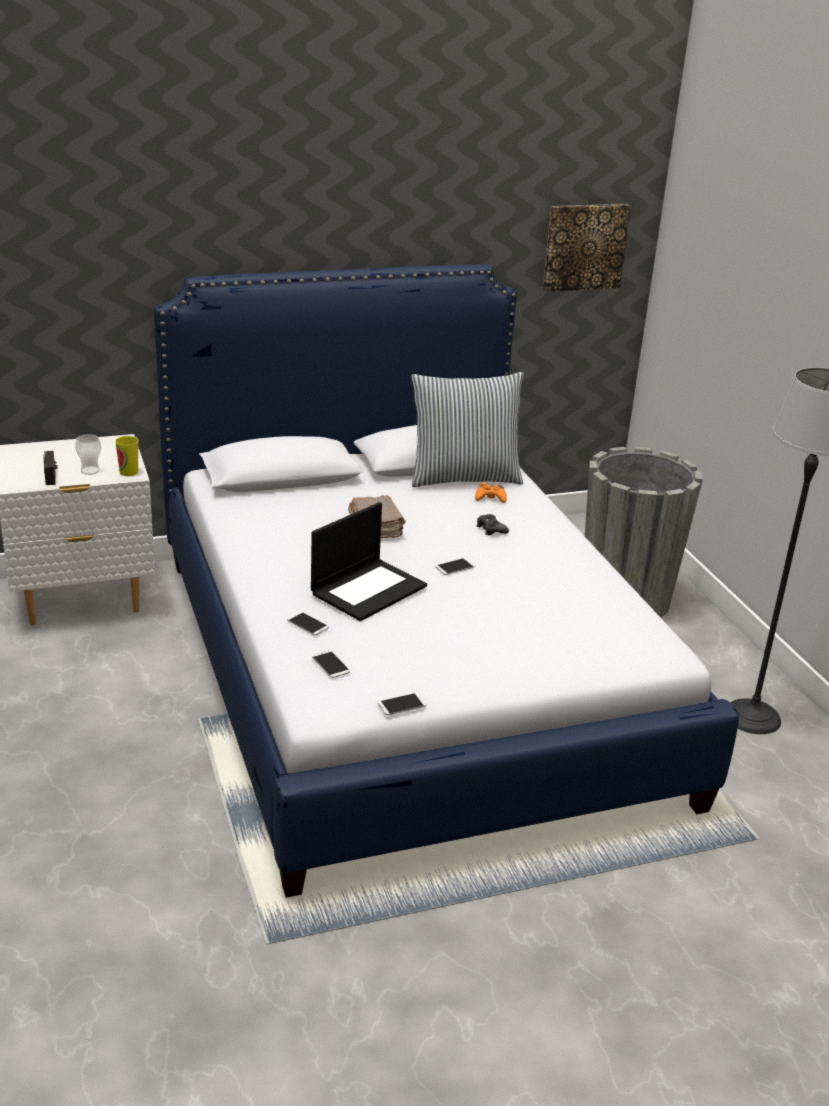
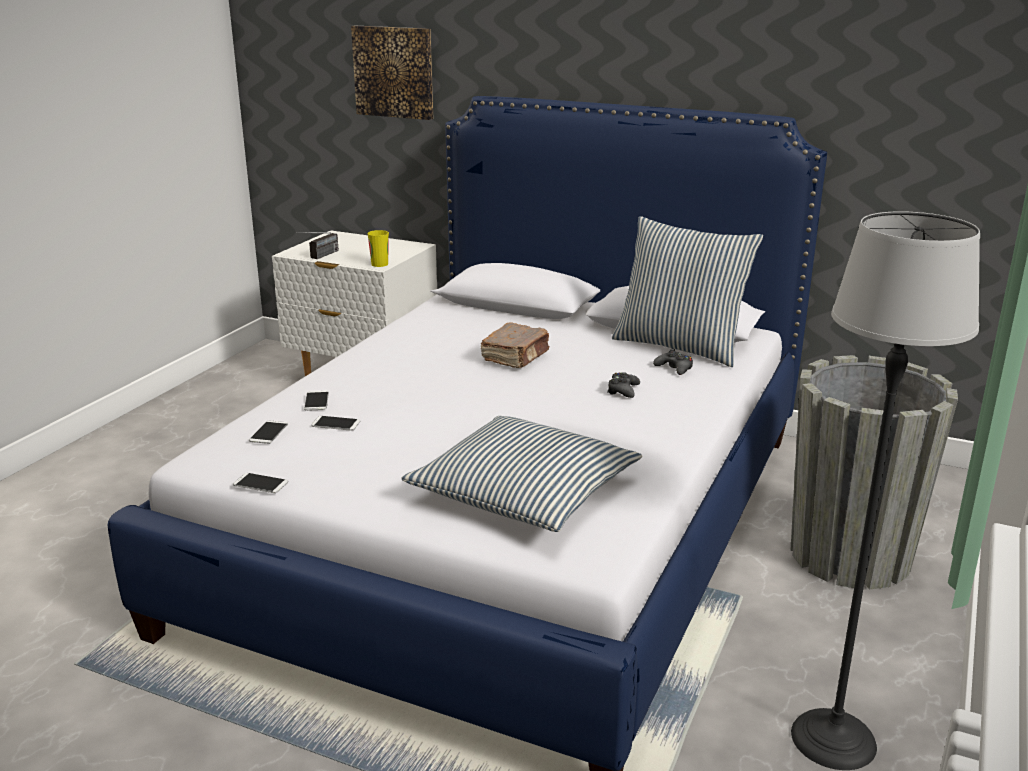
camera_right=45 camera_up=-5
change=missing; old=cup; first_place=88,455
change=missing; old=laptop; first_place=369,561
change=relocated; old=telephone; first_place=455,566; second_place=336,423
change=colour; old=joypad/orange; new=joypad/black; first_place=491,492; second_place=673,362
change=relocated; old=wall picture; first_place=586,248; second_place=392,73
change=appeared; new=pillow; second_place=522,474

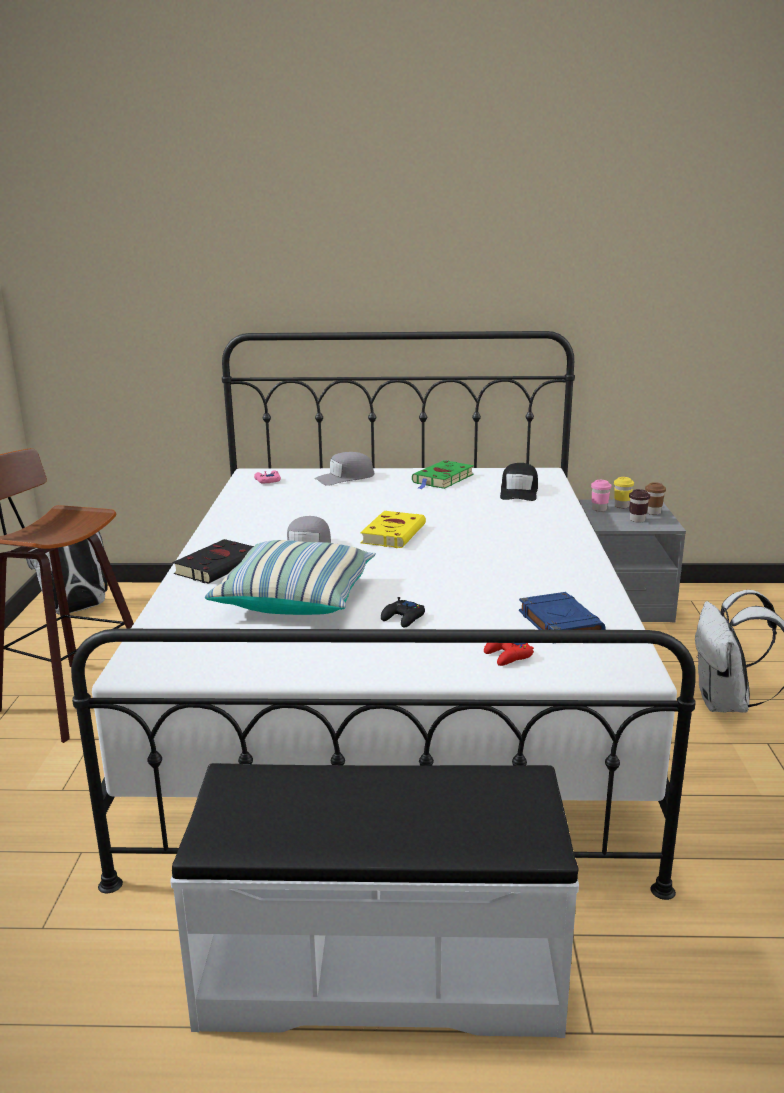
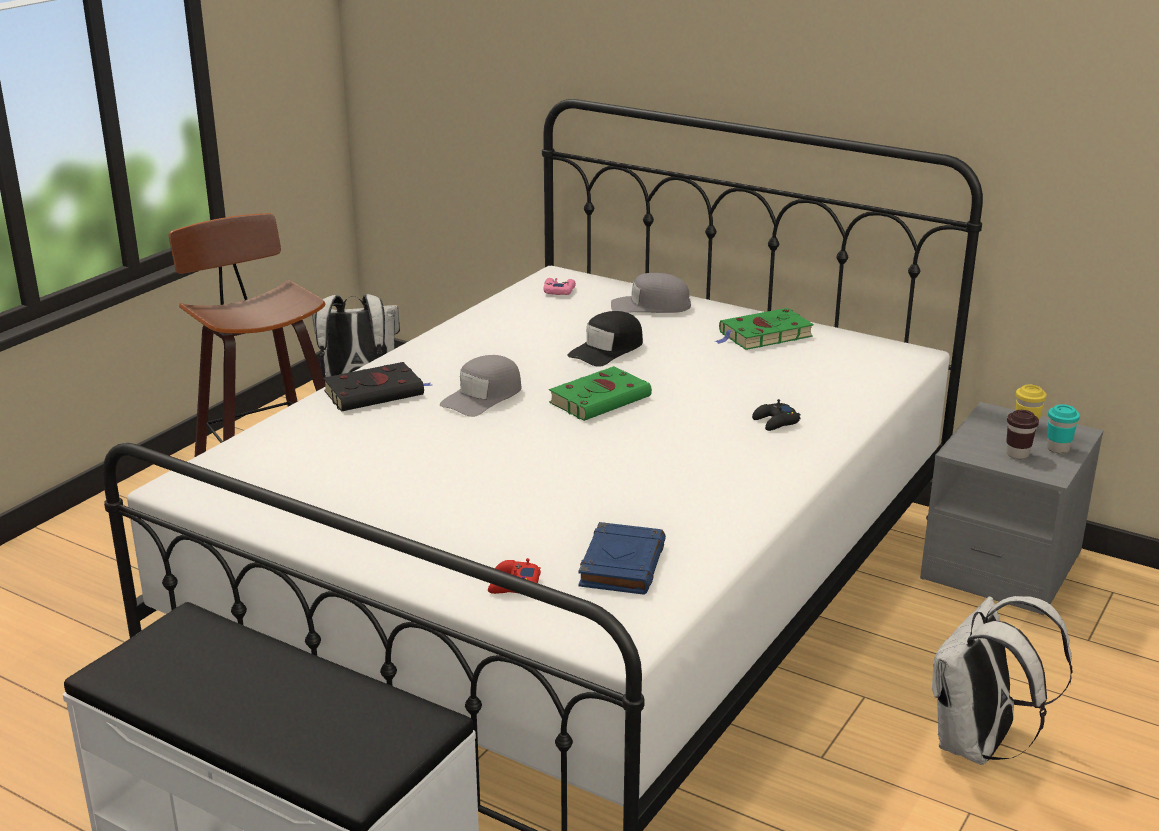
camera_right=30 camera_up=5
change=missing; old=pillow; first_place=290,577
change=colour; old=volume/yellow-coloured; new=volume/green; first_place=393,529; second_place=600,393
change=relocated; old=joypad/black; first_place=403,612; second_place=776,415
change=relocated; old=cap/black; first_place=519,482; second_place=605,339
change=missing; old=cup/pink-coloured; first_place=601,496
change=colour; old=cup/brown; new=cup/blue-green; first_place=655,498; second_place=1063,429

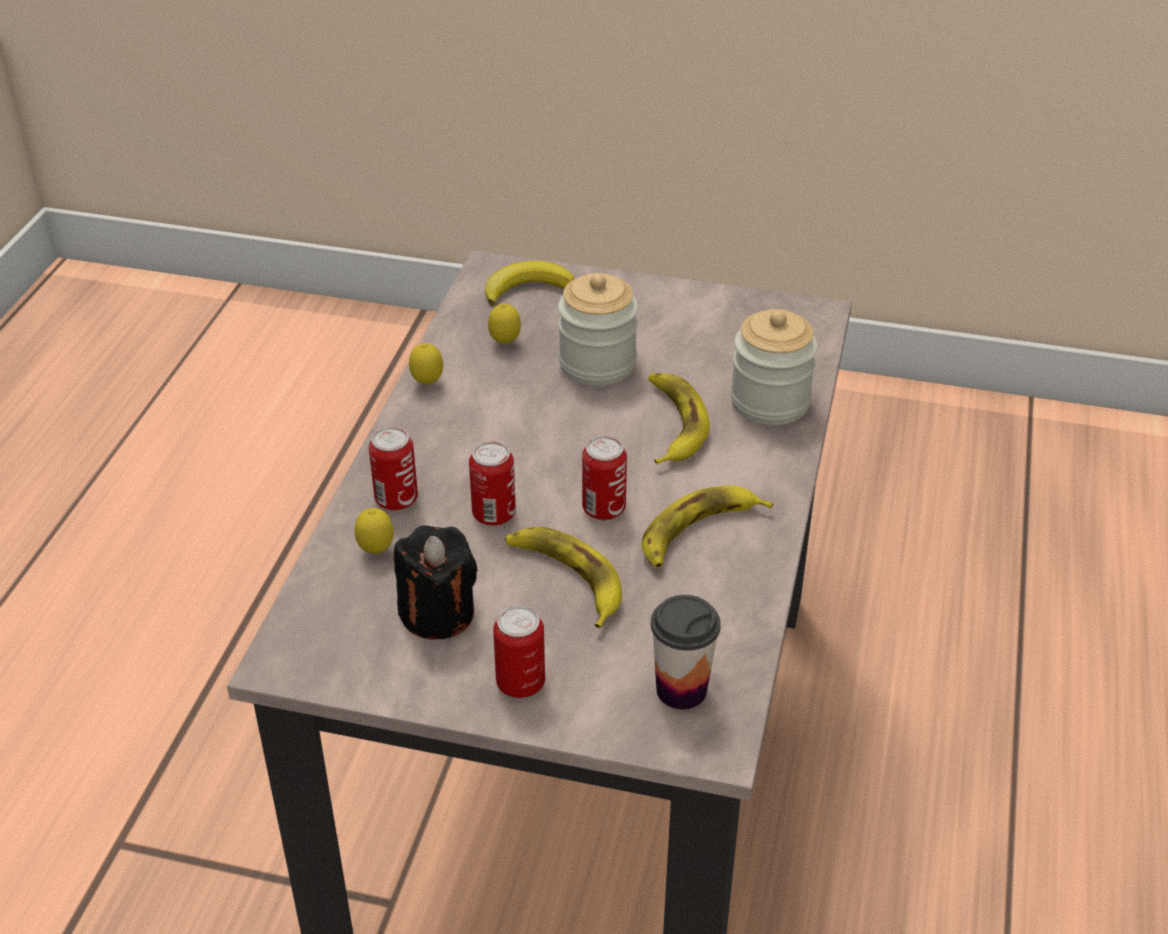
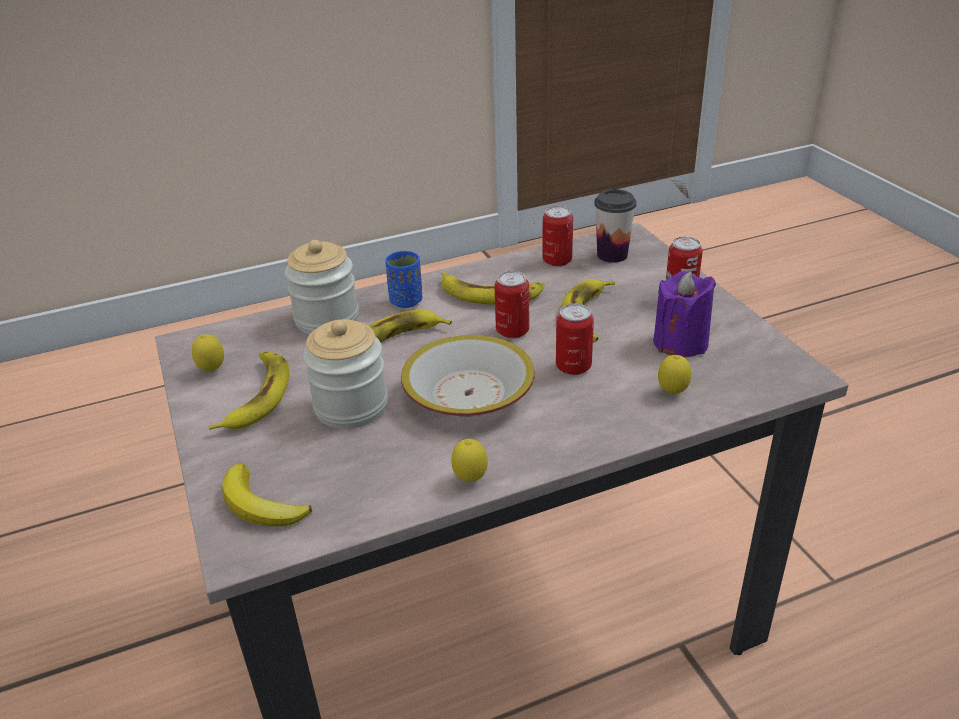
camera_right=-125 camera_up=-5
change=relocated; old=sealed can; first_place=393,469; second_place=557,236
change=colour; old=candle/black; new=candle/purple; first_place=436,582; second_place=684,314
change=relocated; old=whole lemon; first_place=504,324; second_place=208,353
change=appeared; new=banana fruit; second_place=249,390
change=appeared; new=cup/blue; second_place=403,279
change=appeared; new=serving bowl; second_place=468,376

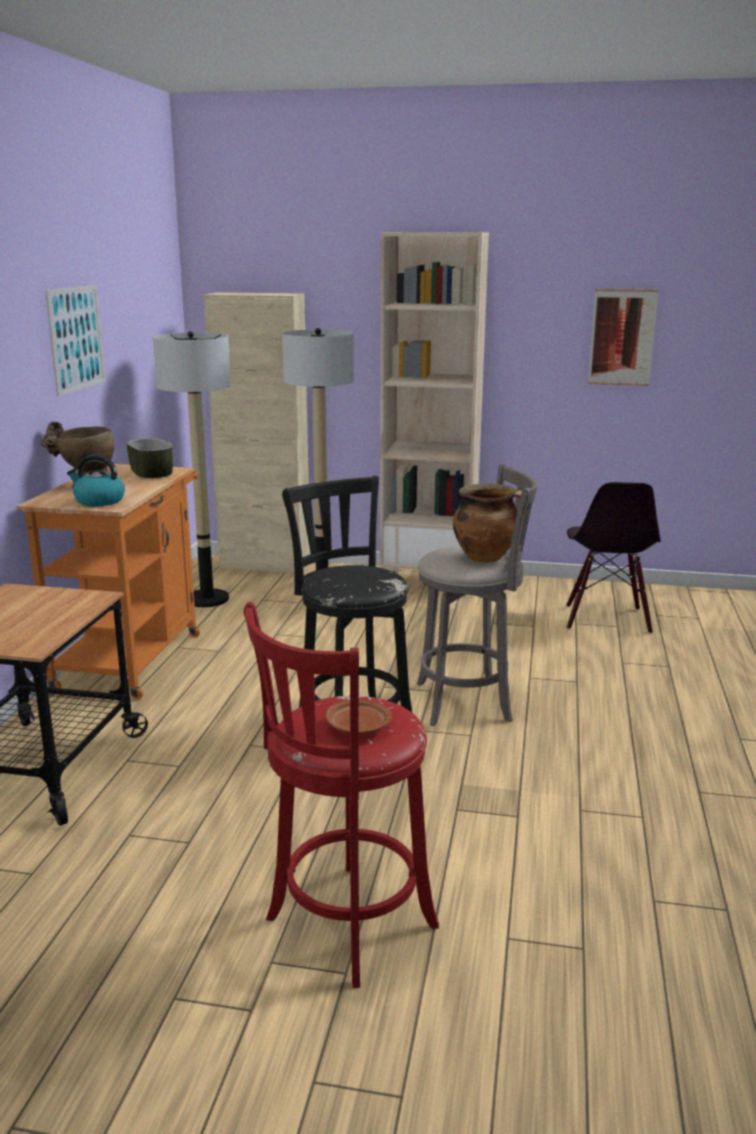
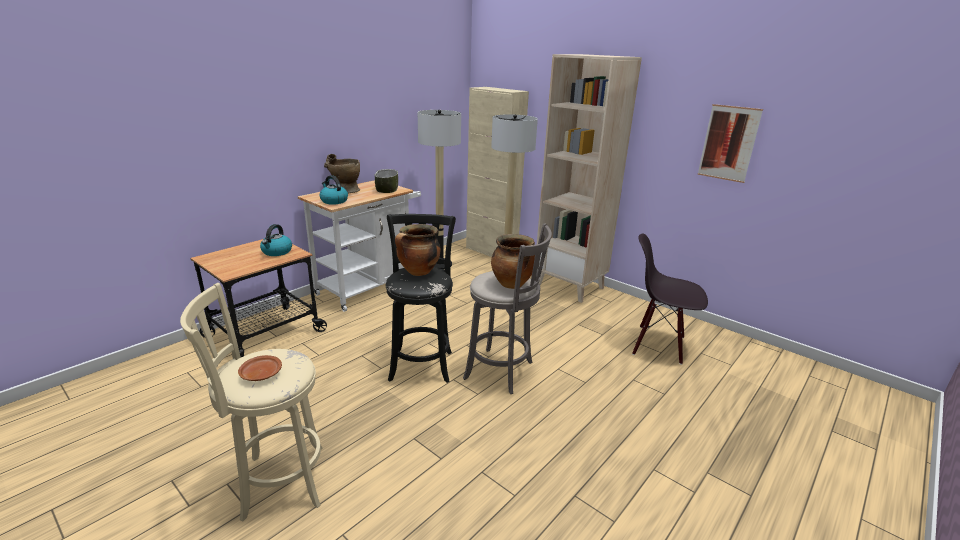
camera_right=30 camera_up=5
change=colour; old=cart/orange; new=cart/white; first_place=108,582; second_place=359,246
change=missing; old=wall picture; first_place=75,341
change=colour; old=stool seat/red-coloured; new=stool seat/beige; first_place=341,795; second_place=251,402
change=spun; old=chair/black; first_place=613,558; second_place=670,299; degrees=75
change=appeared; new=water kettle; second_place=276,240
change=appeared; new=cooking pot; second_place=417,250

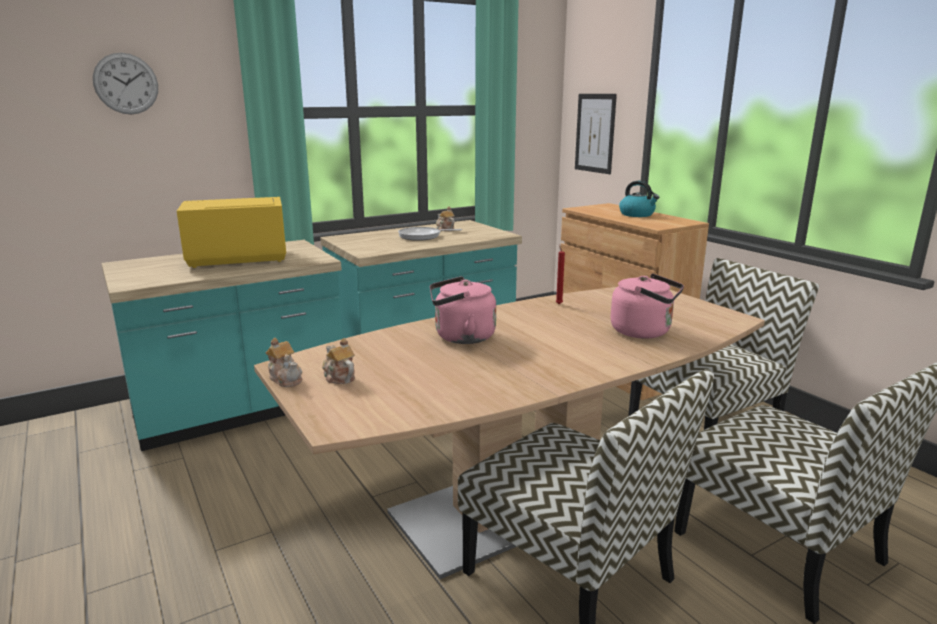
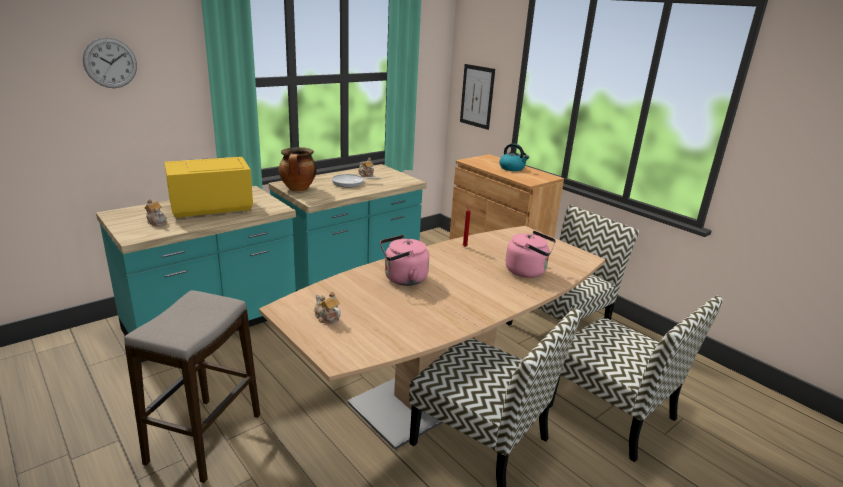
camera_right=-10 camera_up=5
change=relocated; old=pot for tea; first_place=284,362; second_place=155,213
change=appeared; new=stool seat; second_place=192,386
change=appeared; new=cooking pot; second_place=298,169

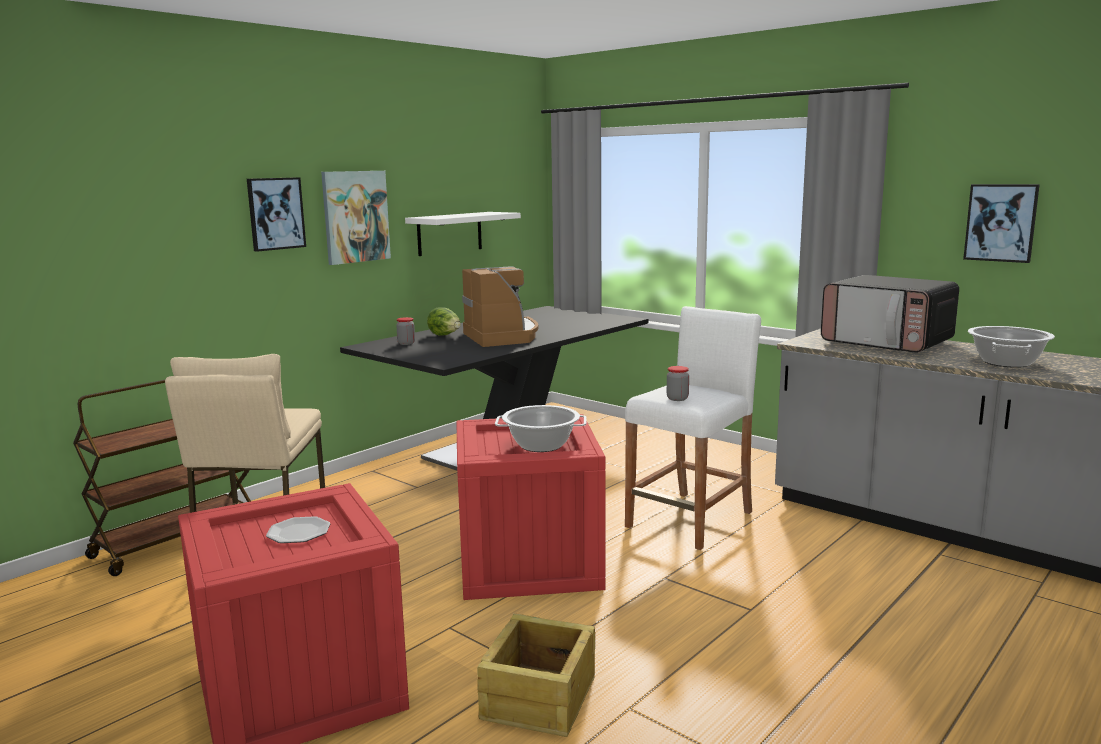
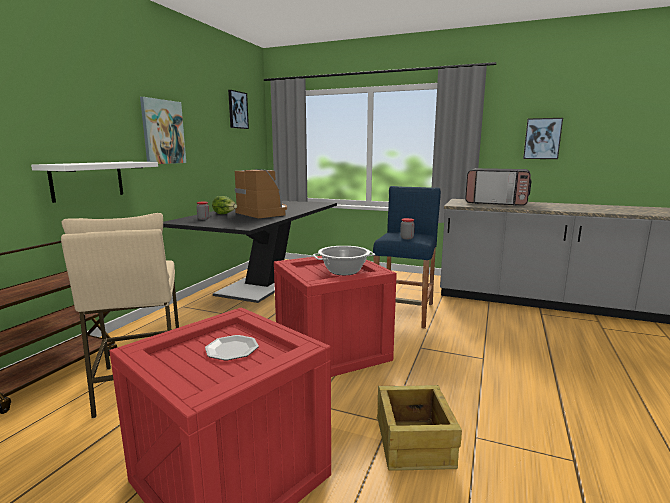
camera_right=-20 camera_up=0
change=relocated; old=wall picture; first_place=276,214; second_place=238,109
change=relocated; old=wall shelf/white; first_place=463,234; second_place=94,182
change=colour; old=stool seat/white; new=stool seat/blue; first_place=693,428; second_place=407,257
change=missing; old=cooking pot; first_place=1011,347

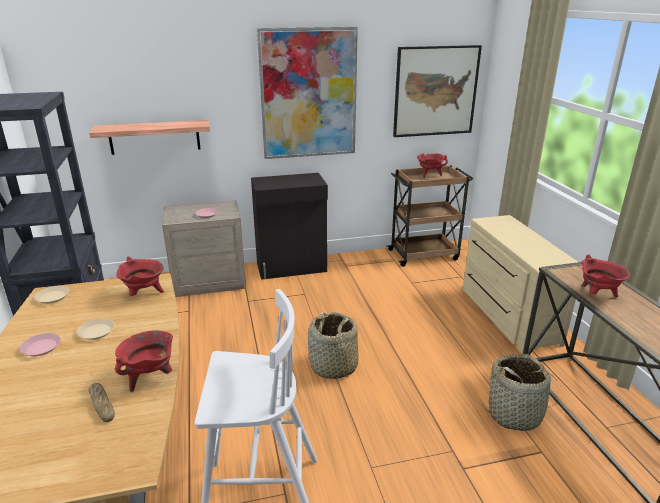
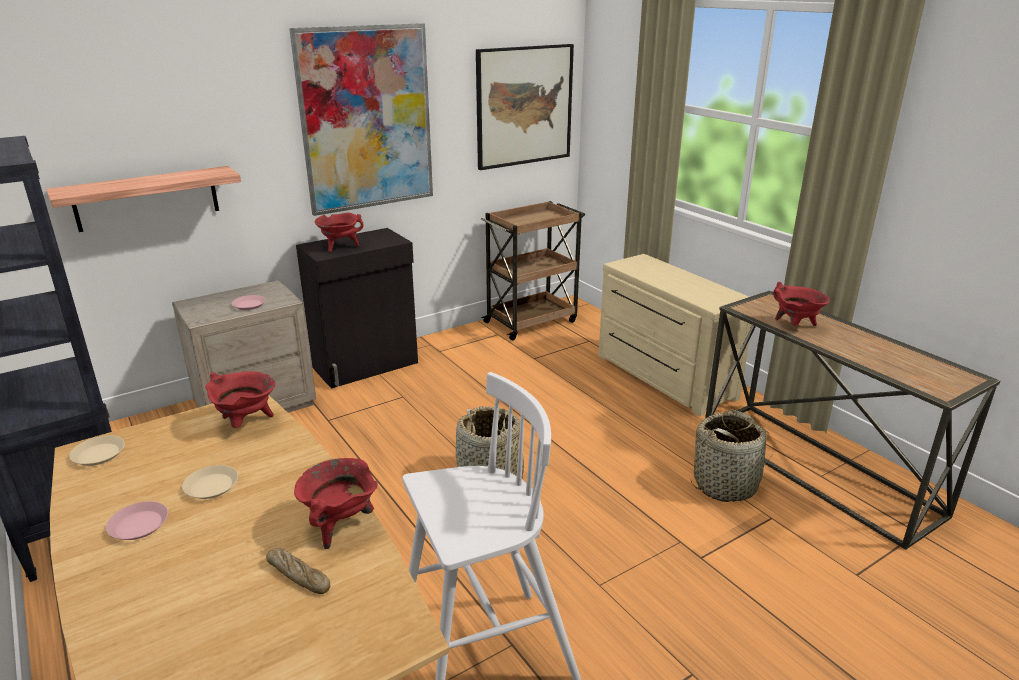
camera_right=-20 camera_up=0
change=relocated; old=cooking pot/red-coloured; first_place=432,165; second_place=339,232

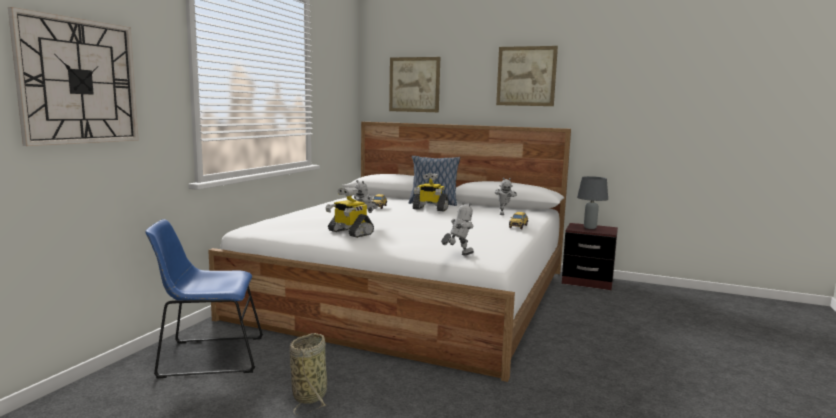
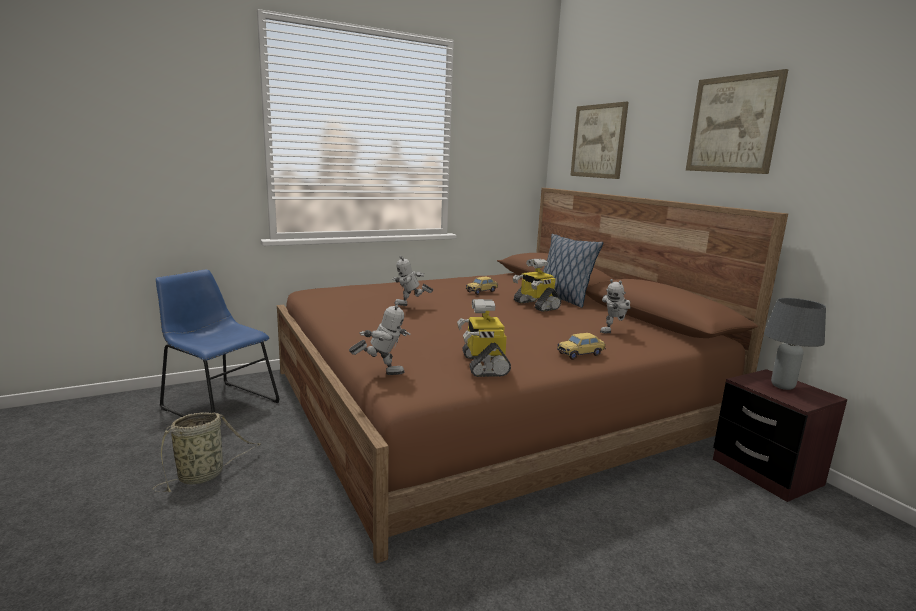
camera_right=40 camera_up=5
change=missing; old=clock on the wall; first_place=73,76
change=colour; old=sleeping bed/white; new=sleeping bed/brown; first_place=389,252; second_place=532,375
change=relocated; old=robot figure; first_place=349,212; second_place=484,338

